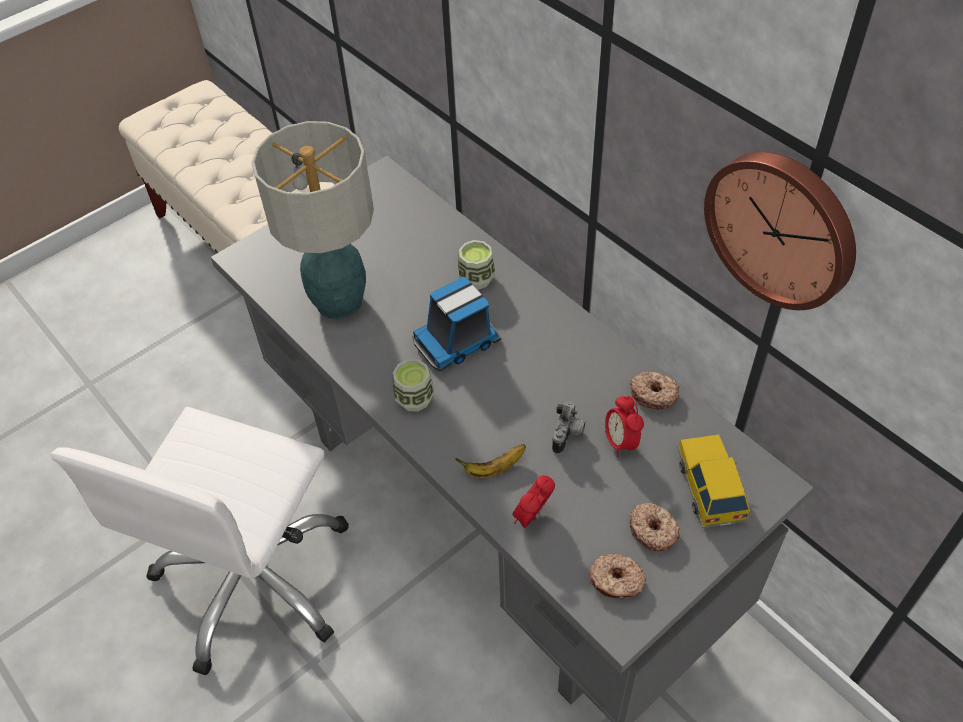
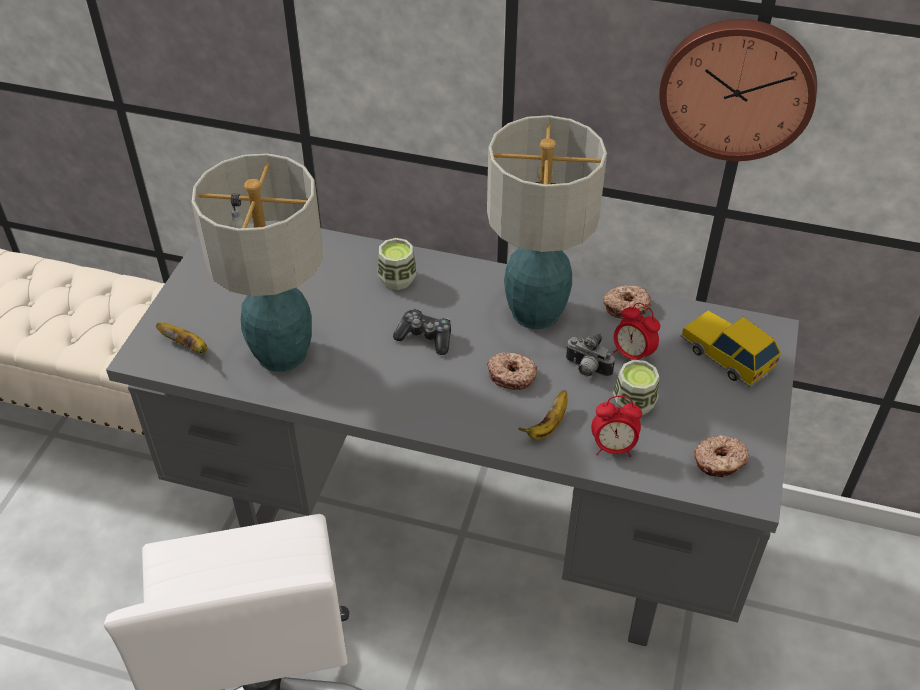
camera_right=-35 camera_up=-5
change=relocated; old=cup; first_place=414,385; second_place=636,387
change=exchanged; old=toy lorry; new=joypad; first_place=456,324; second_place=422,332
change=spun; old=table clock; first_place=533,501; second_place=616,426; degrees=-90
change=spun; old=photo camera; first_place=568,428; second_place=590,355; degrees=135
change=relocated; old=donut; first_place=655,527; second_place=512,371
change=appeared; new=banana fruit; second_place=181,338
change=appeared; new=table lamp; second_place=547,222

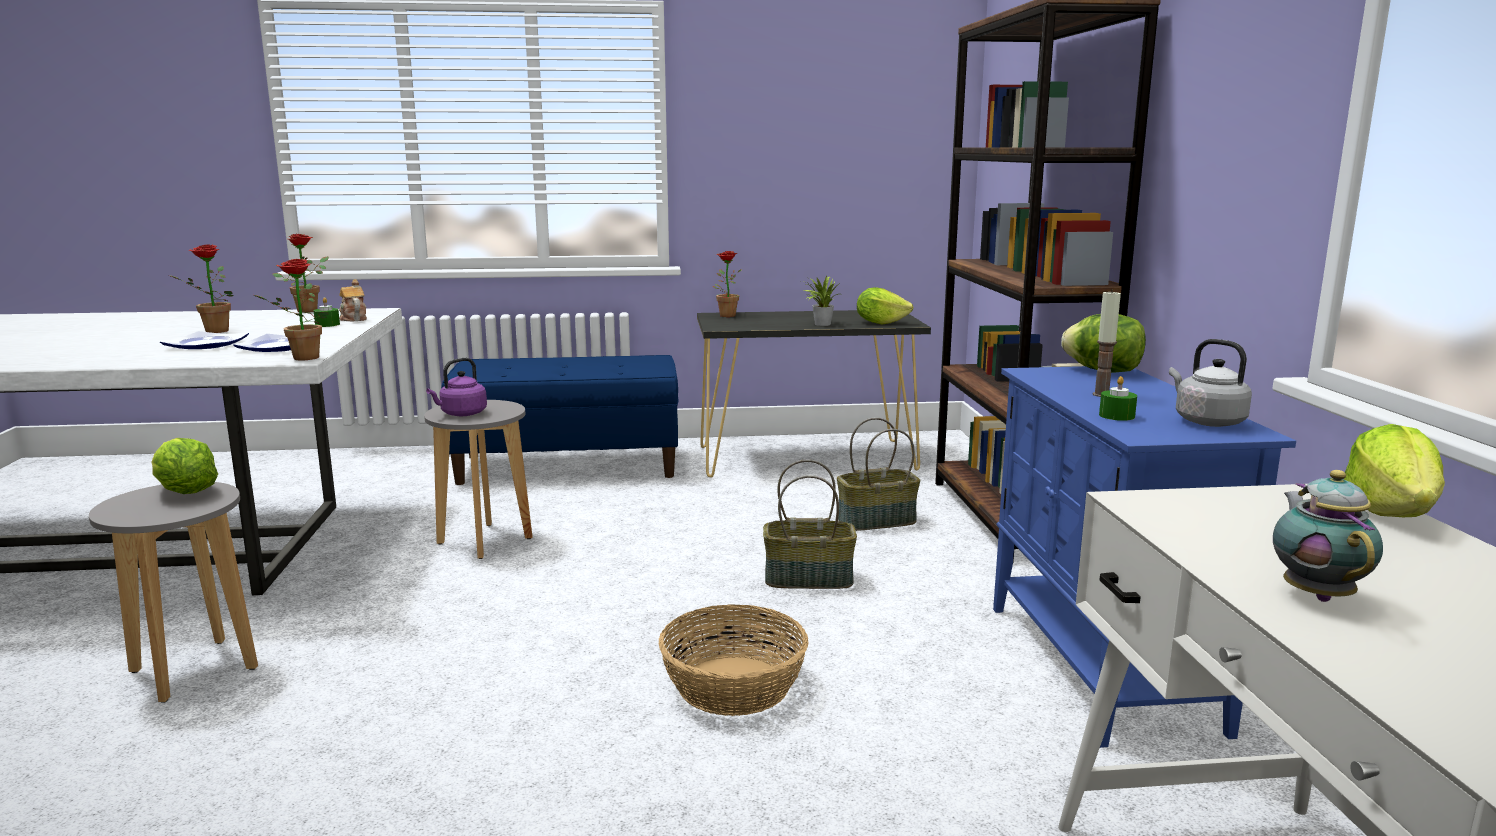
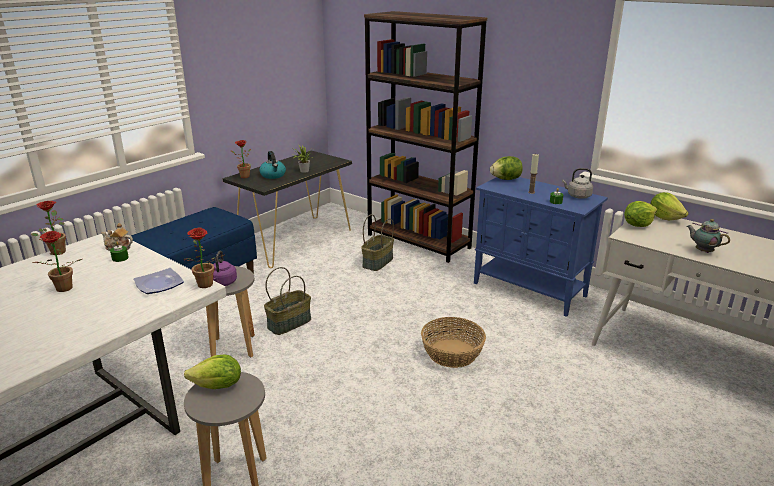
camera_right=-45 camera_up=10
change=missing; old=plate; first_place=204,340
change=relocated; old=basket; first_place=810,524; second_place=287,301
change=relocated; old=head of lettuce; first_place=885,306; second_place=640,214
change=appeared; new=water kettle; second_place=272,165

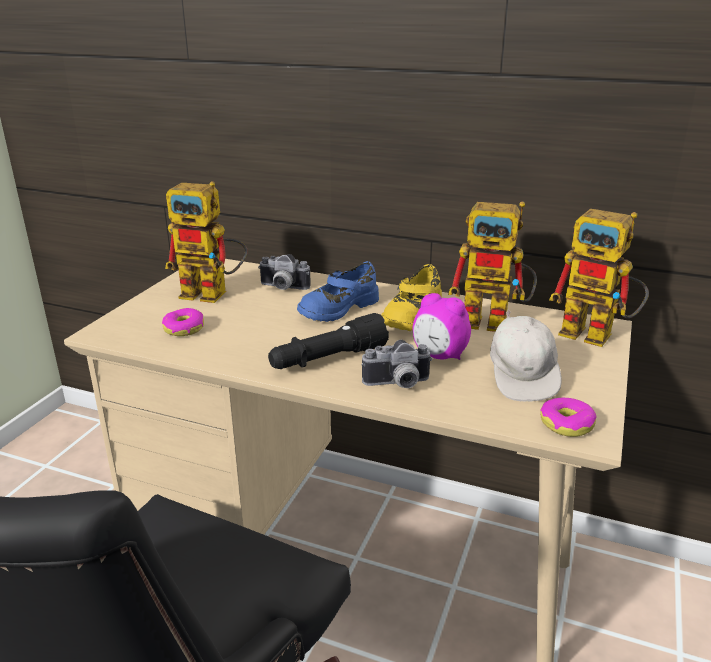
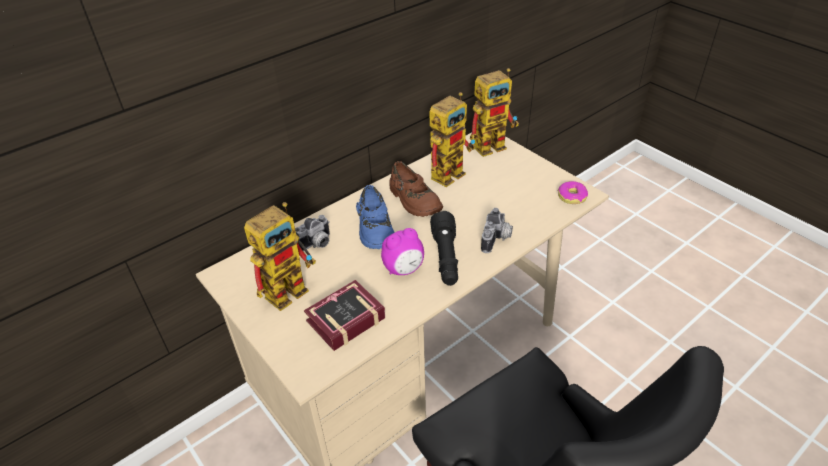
camera_right=-60 camera_up=15
change=exchanged; old=donut; new=volume; first_place=183,322; second_place=344,315
change=colour; old=item of footwear/yellow-coloured; new=item of footwear/brown; first_place=411,297; second_place=416,189
change=relocated; old=table clock; first_place=442,326; second_place=402,251
change=missing; old=cap/white; first_place=526,355

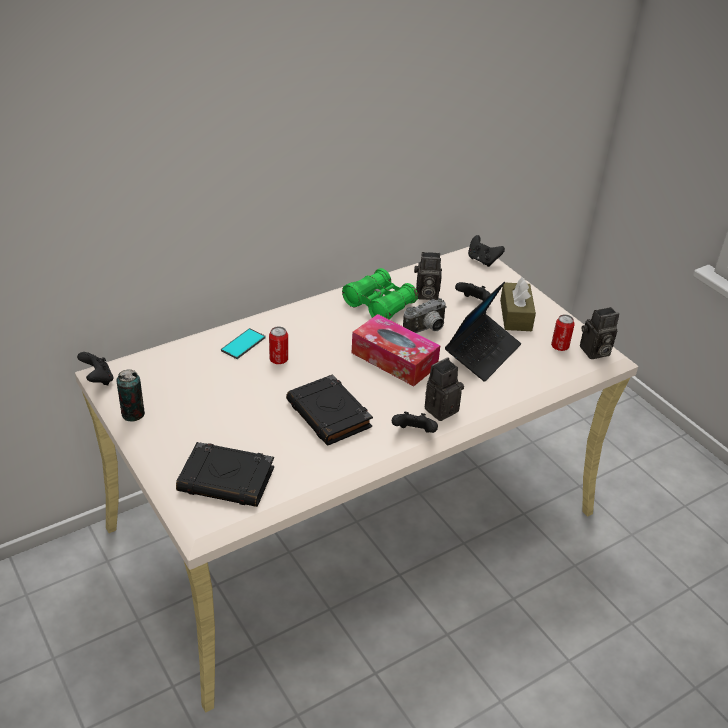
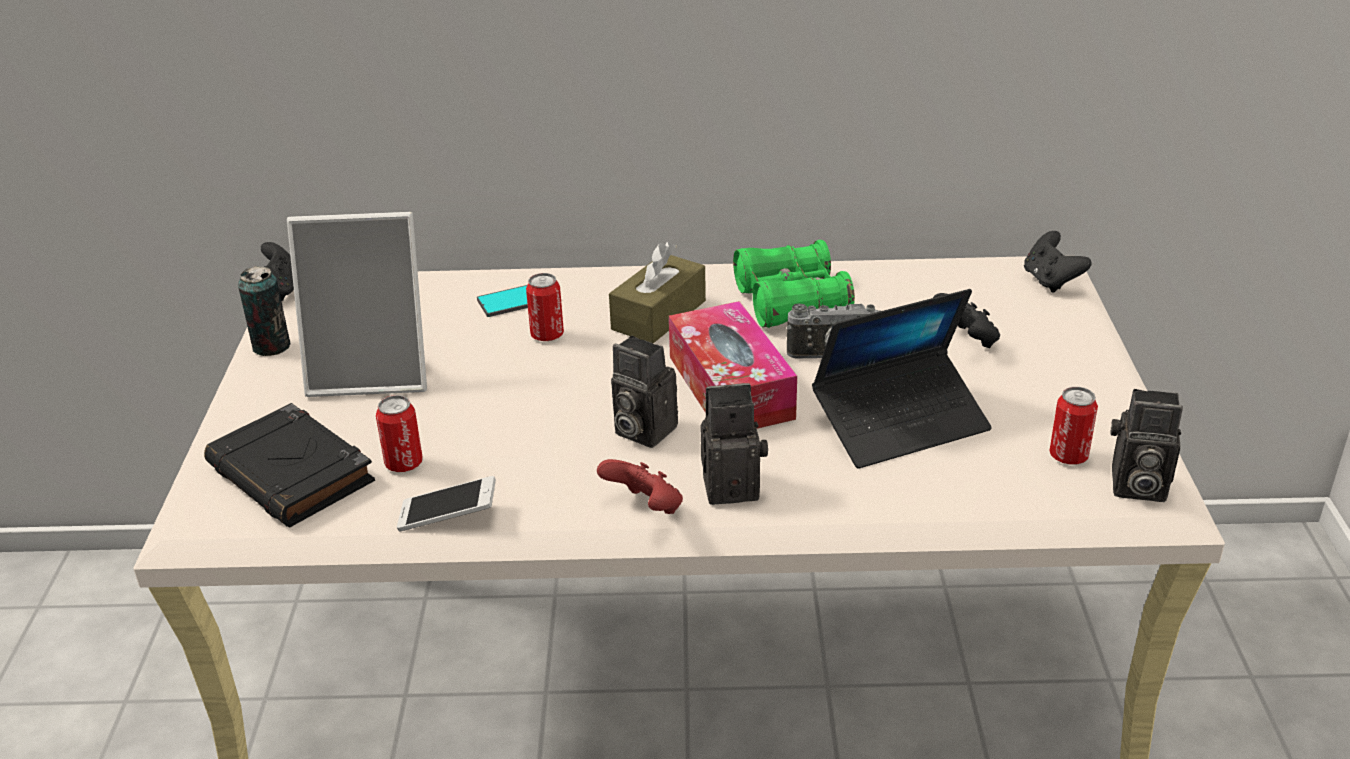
camera_right=35 camera_up=-5
change=missing; old=volume/black; first_place=329,410
change=colour; old=joypad/black; new=joypad/red-coloured; first_place=415,422; second_place=640,486
change=relocated; old=photo camera; first_place=428,276; second_place=644,392
change=relocated; old=box of tissues/brown; first_place=518,304; second_place=657,293
change=appeared; new=standing frame; second_place=357,304
change=appeared; new=sealed can; second_place=399,433
change=appeared; new=telephone; second_place=446,503

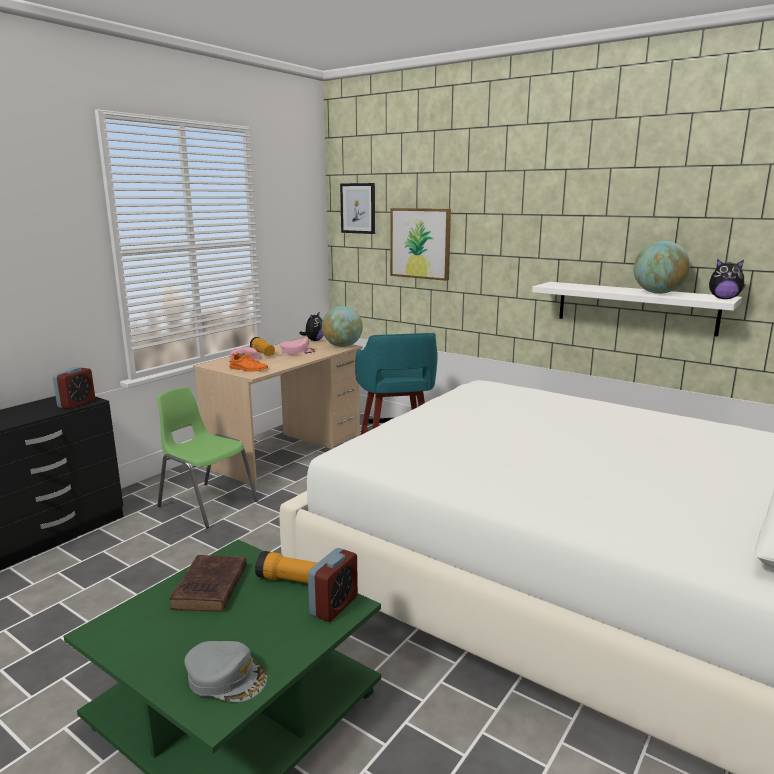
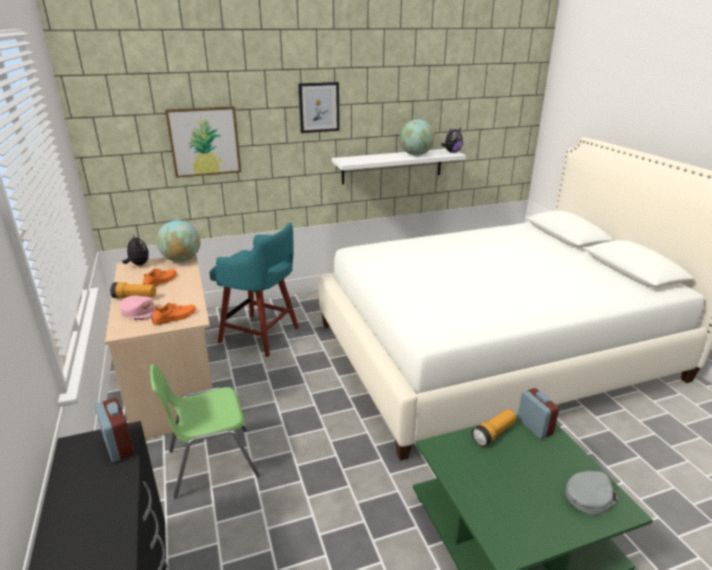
camera_right=-55 camera_up=10
change=missing; old=volume/brown; first_place=208,583
change=exchanged; old=cap/pink-coloured; new=item of footwear/orange; first_place=297,346; second_place=160,277
change=relocated; old=wall picture; first_place=357,208; second_place=319,107

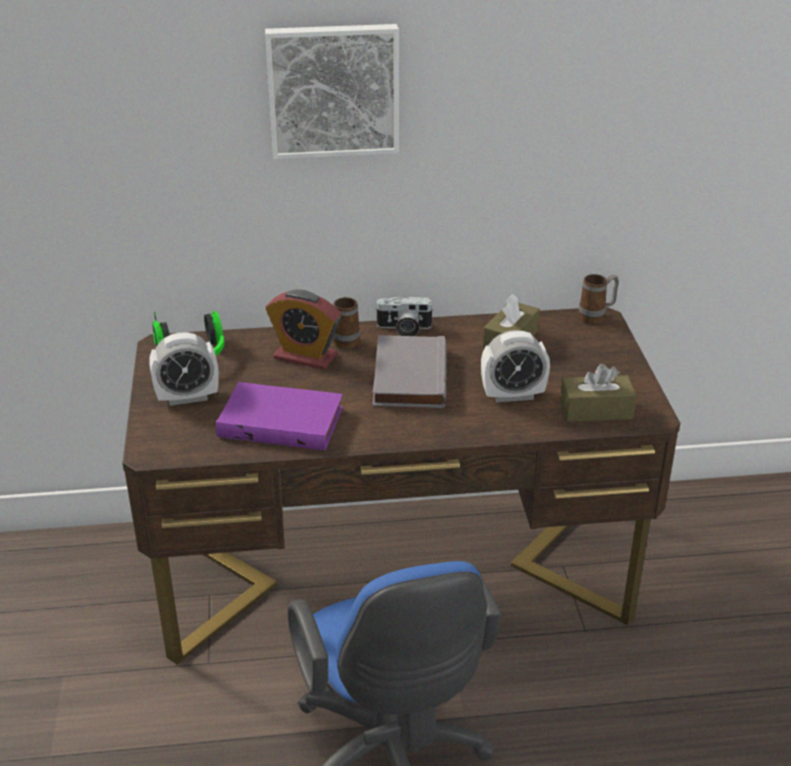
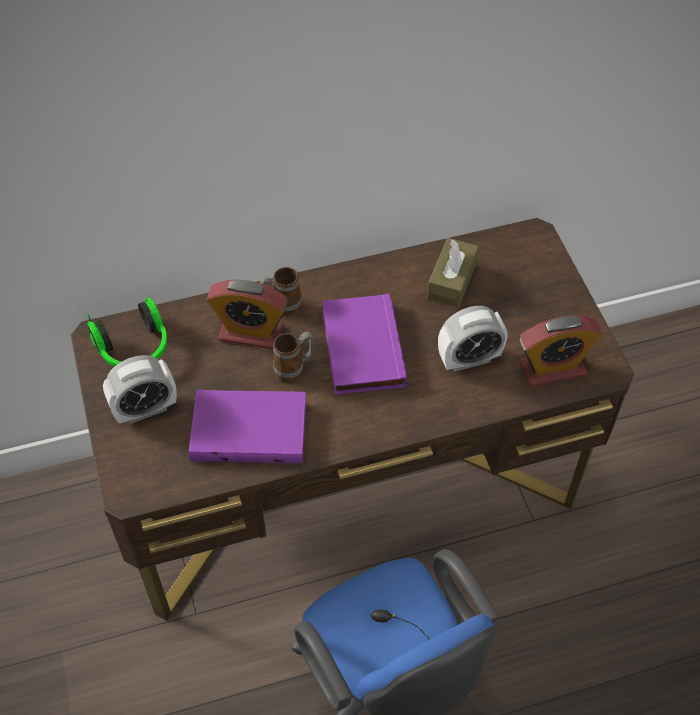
camera_right=-10 camera_up=20
change=missing; old=wall picture; first_place=332,91
change=colour; old=volume/grey; new=volume/purple; first_place=410,371; second_place=365,344
change=missing; old=photo camera; first_place=404,316
change=exchanged; old=box of tissues/brown; new=table clock; first_place=598,393; second_place=560,351
change=relocated; old=tea mug; first_place=598,299; second_place=293,357

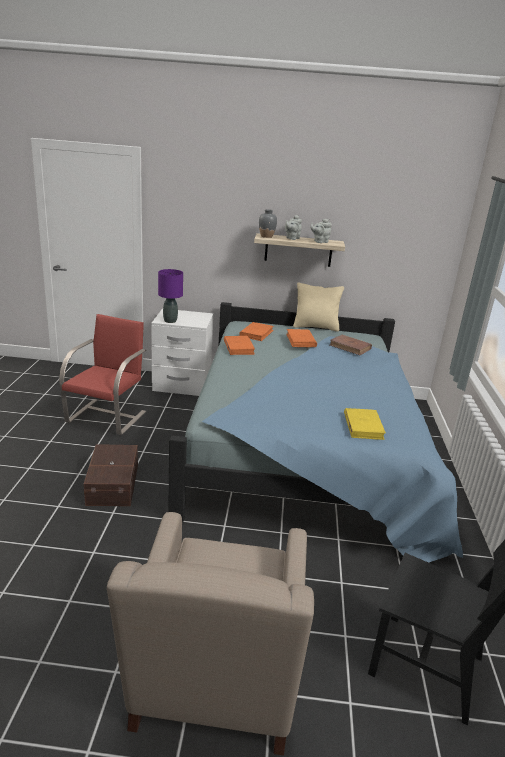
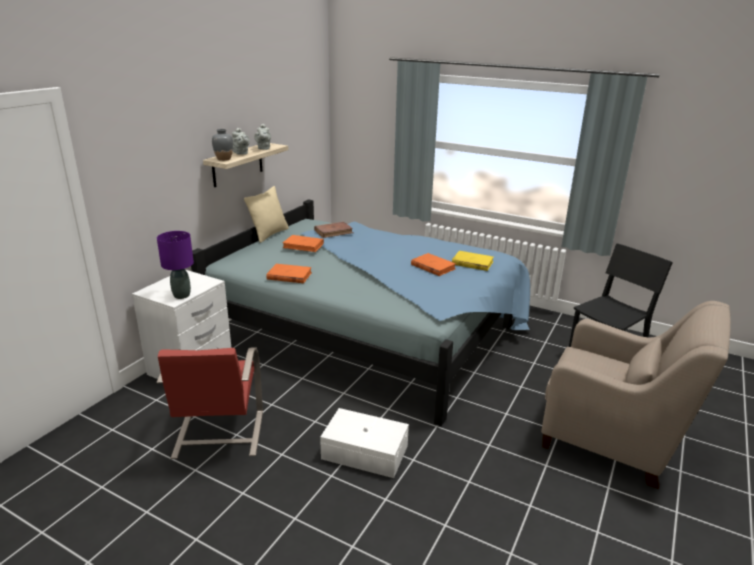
camera_right=-65 camera_up=0
change=spun; old=chair/red-coloured; first_place=102,374; second_place=210,403; degrees=-135
change=colour; old=storage bin/brown; new=storage bin/white; first_place=110,475; second_place=364,443
change=relocated; old=volume/orange; first_place=256,331; second_place=433,264

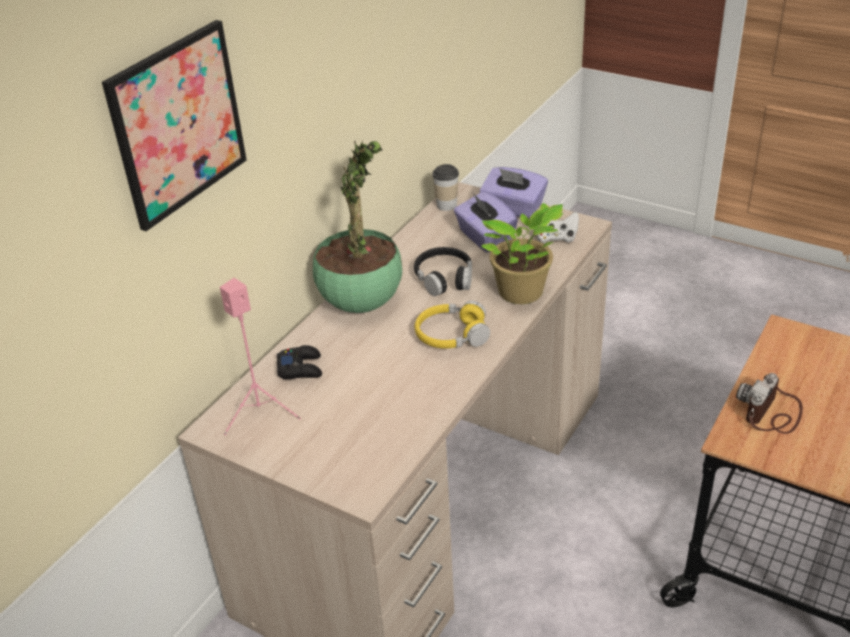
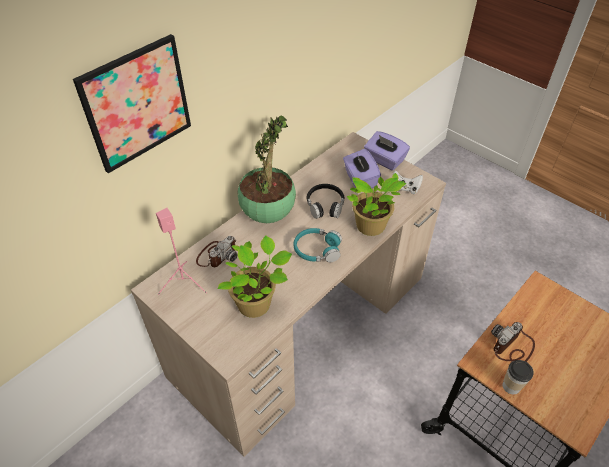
camera_right=10 camera_up=10
change=exchanged; old=joypad/black; new=photo camera; first_place=299,362; second_place=217,251
change=colour; old=headset/yellow-coloured; new=headset/blue-green; first_place=452,325; second_place=317,245
change=relocated; old=cup; first_place=445,187; second_place=518,377
change=appeared; new=potted plant; second_place=255,276

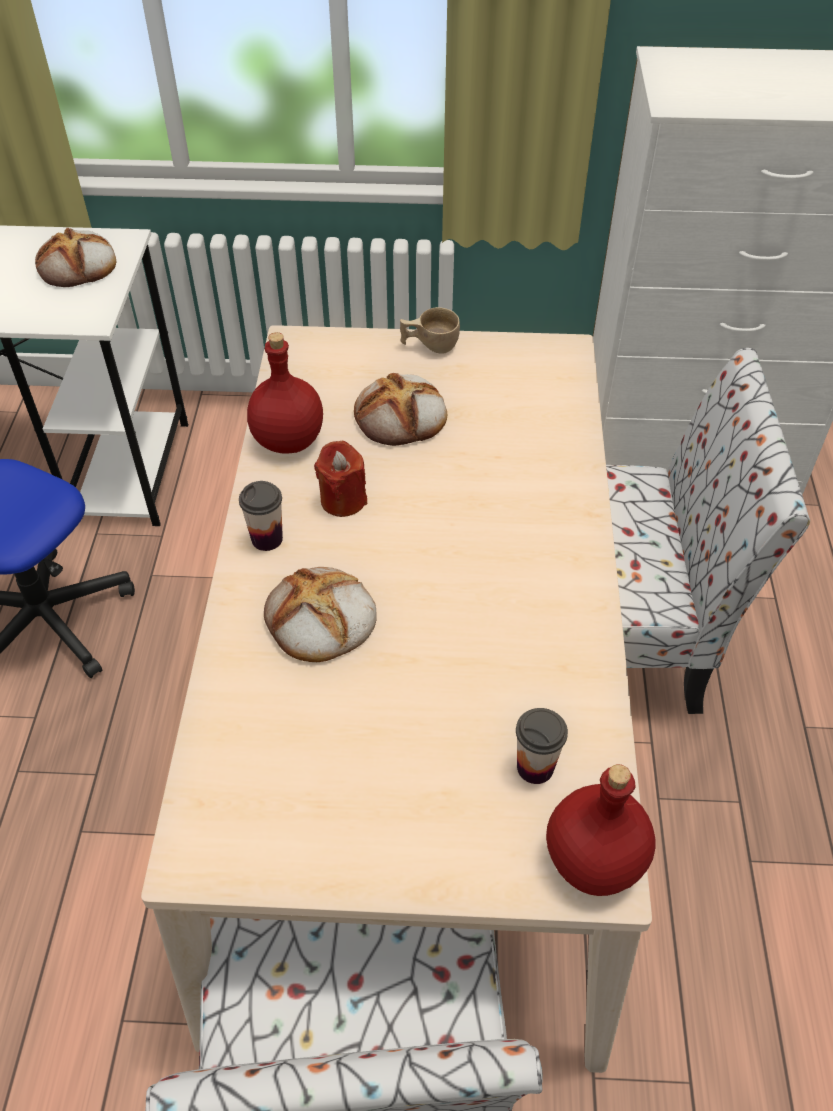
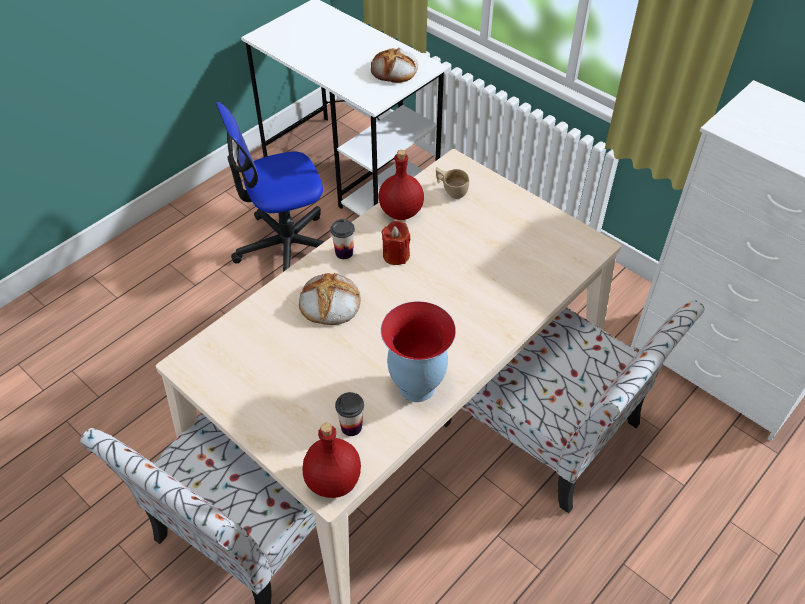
camera_right=40 camera_up=0
change=missing; old=bread; first_place=400,409
change=relocated; old=cup/beige; first_place=430,330; second_place=452,183
change=appeared; new=flower vase; second_place=418,351

